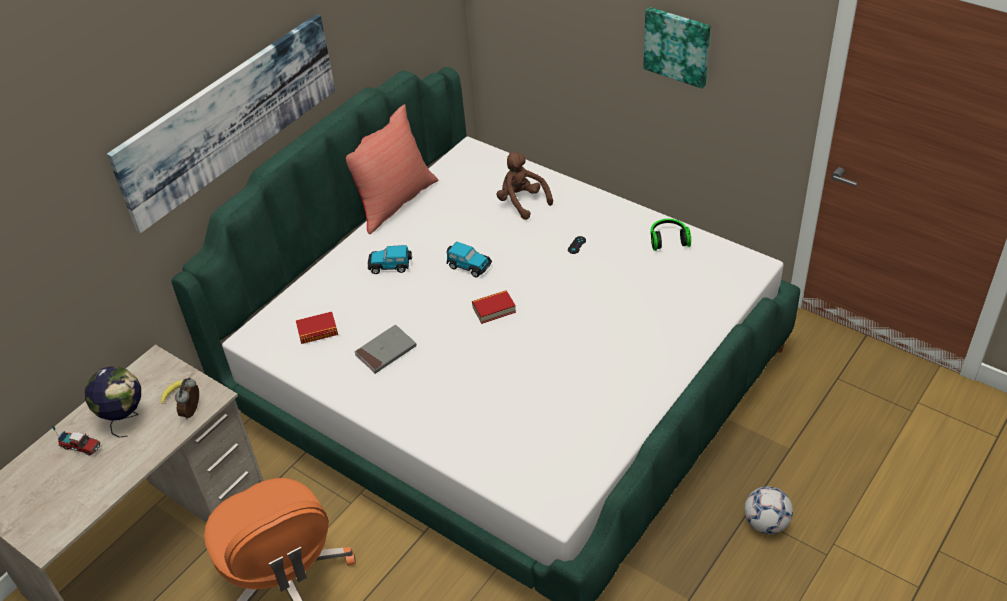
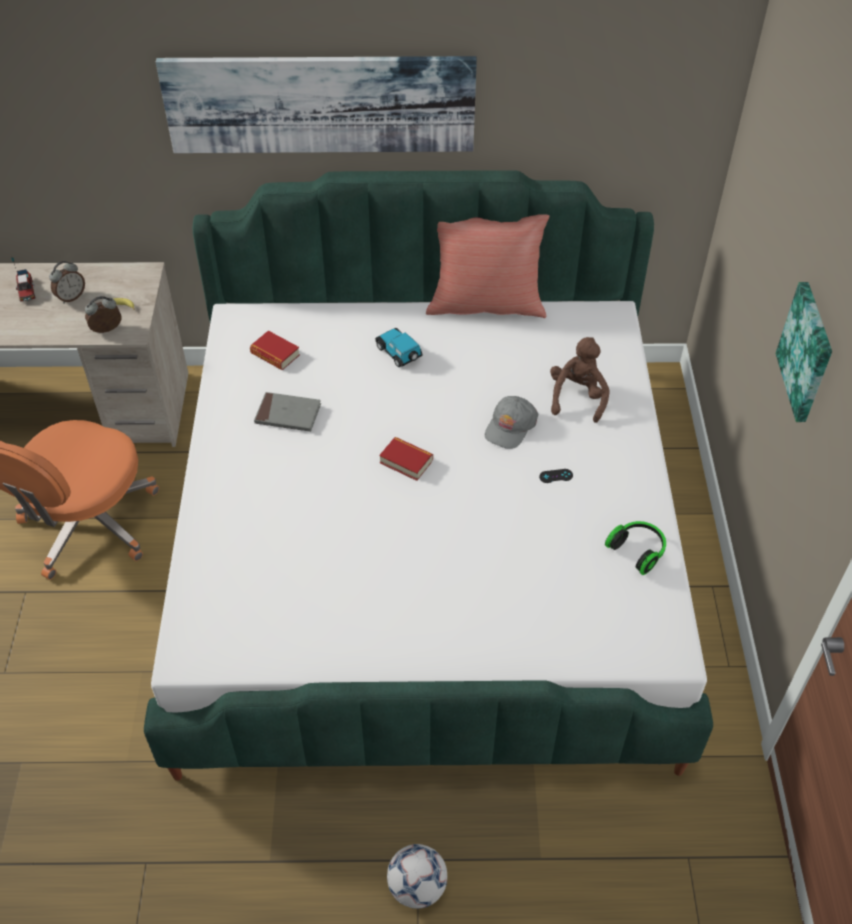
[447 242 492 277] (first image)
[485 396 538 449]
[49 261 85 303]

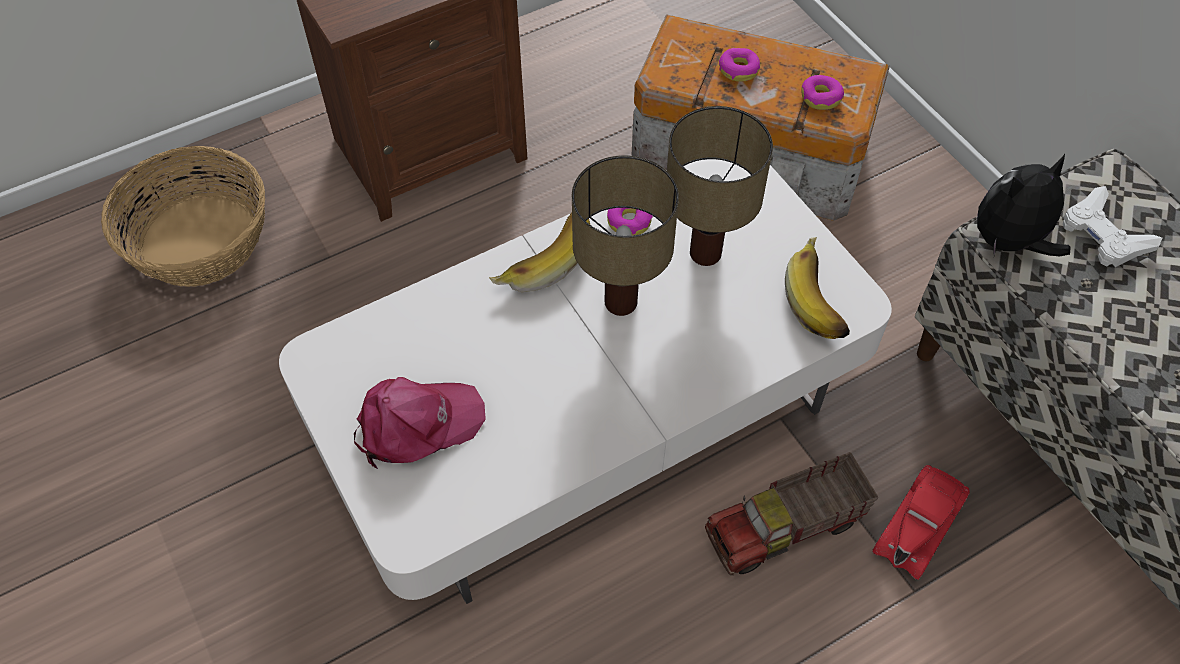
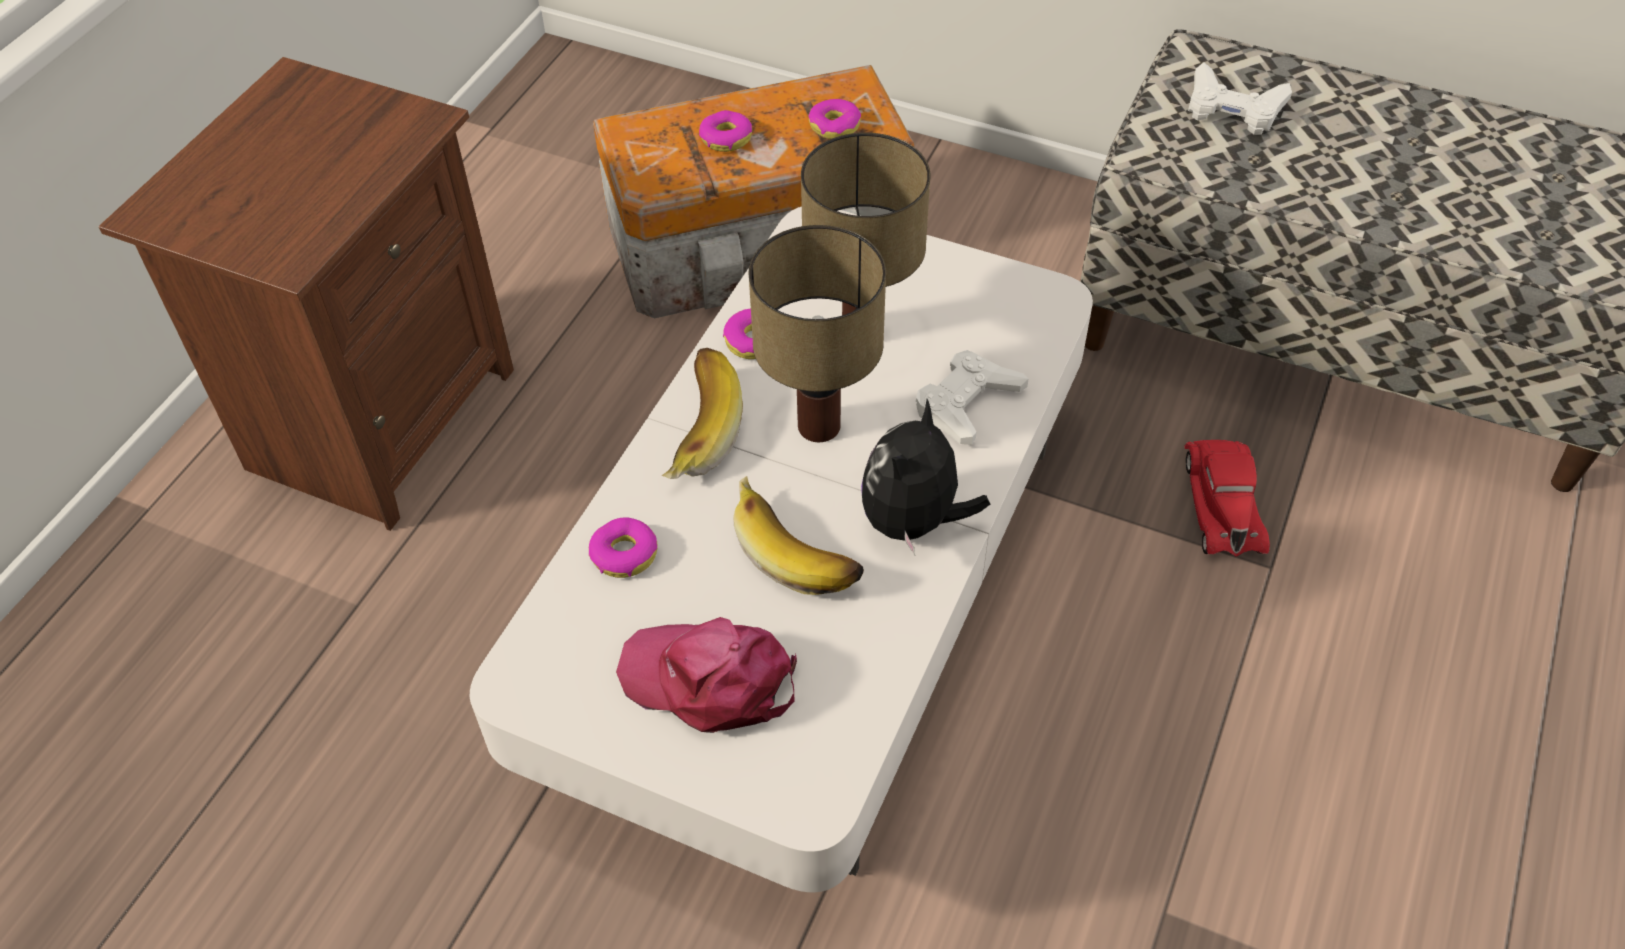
[101 146 265 287] (first image)
[705 452 878 575] (first image)
[589 517 657 578]
[916 350 1028 445]
[733 476 864 595]
[861 399 990 555]
[616 617 797 733]

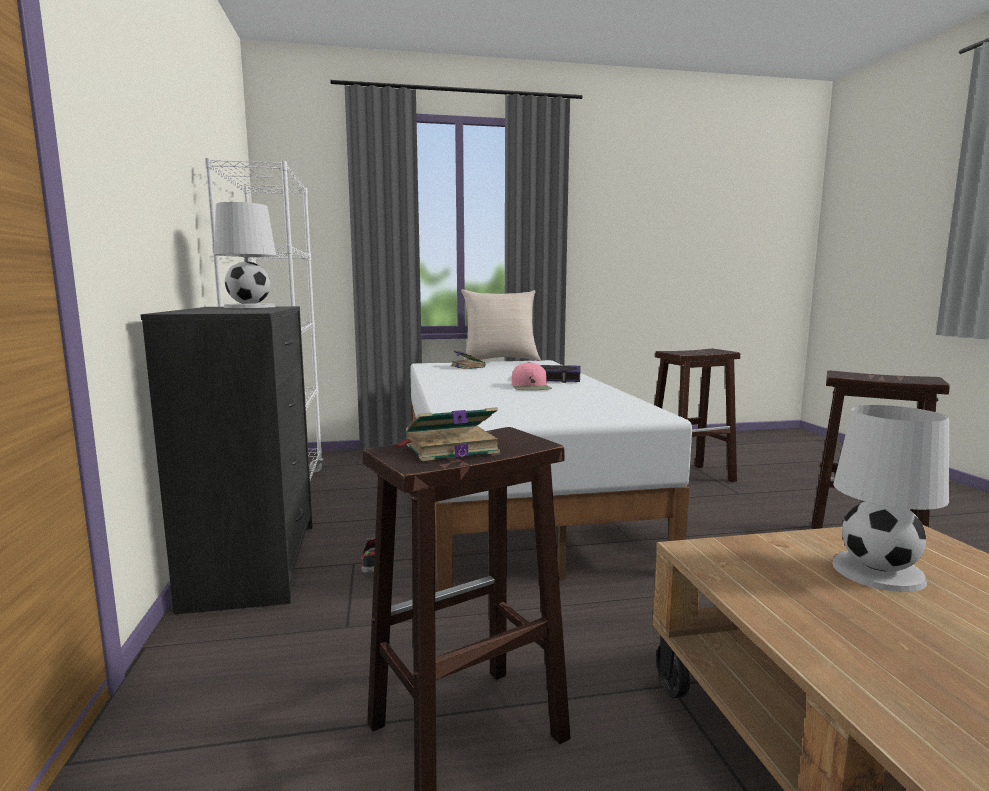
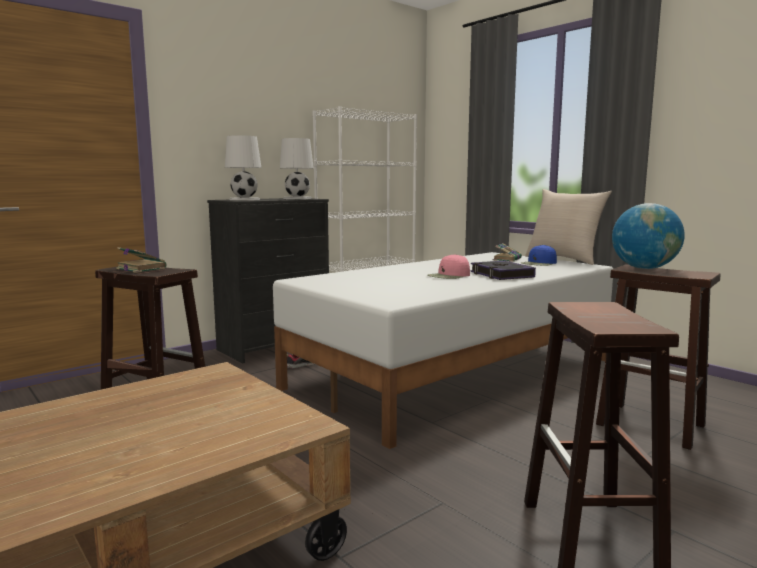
[521 245 557 266]
[612 203 685 269]
[225 135 262 200]

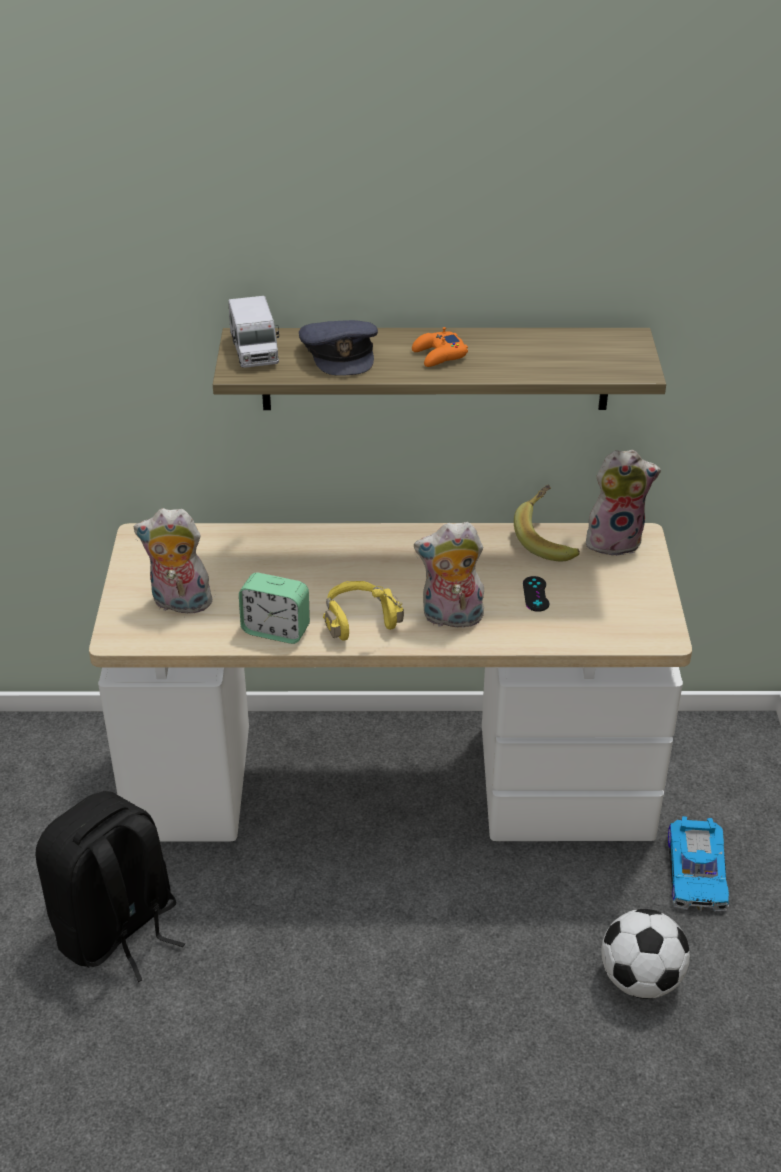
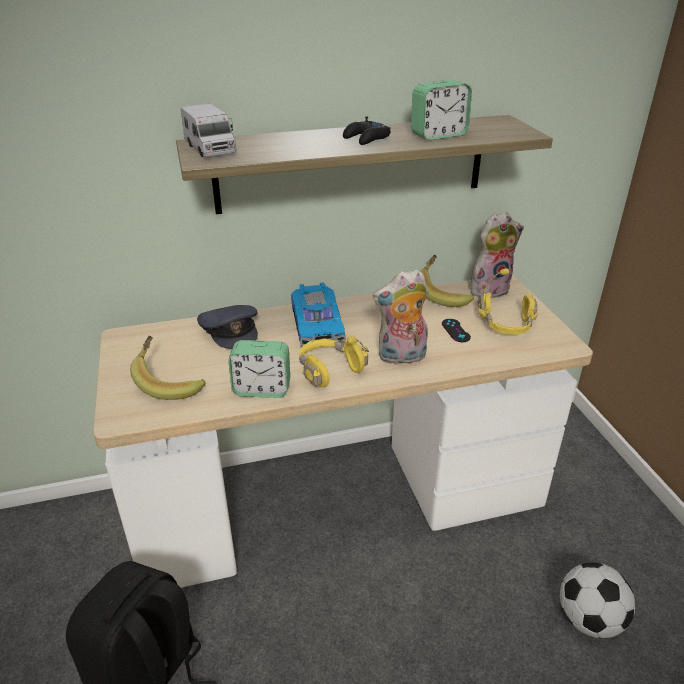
[411 80 472 140]
[478 268 538 334]
[197 305 258 349]
[291 282 346 347]
[130 336 206 400]
[343 116 391 145]

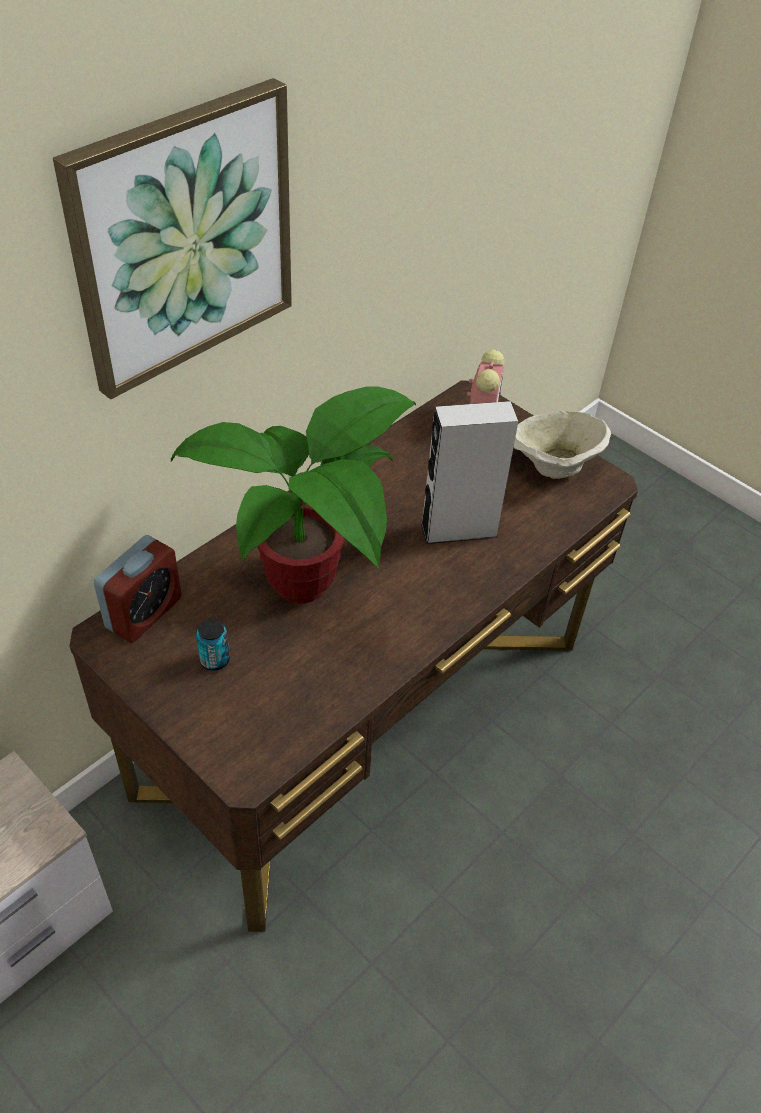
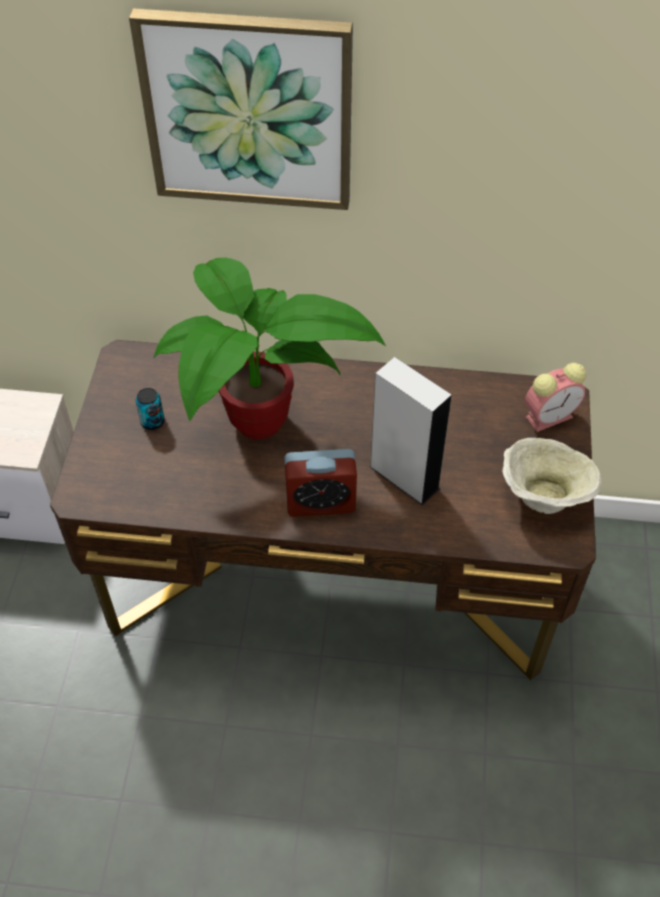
[284 449 357 517]

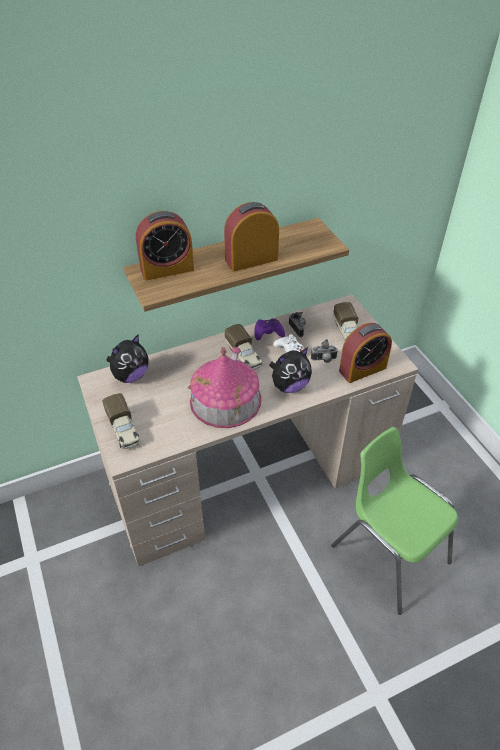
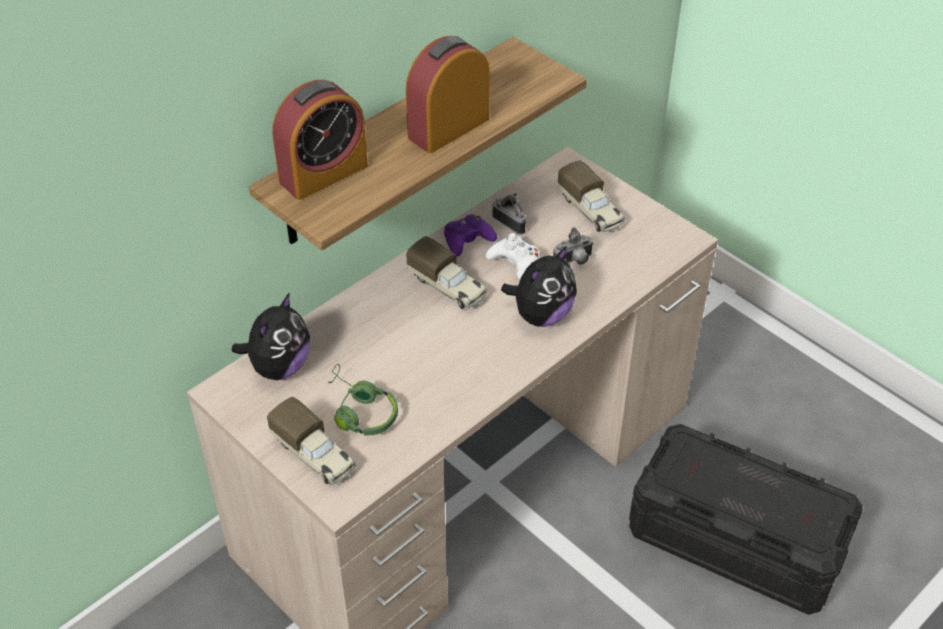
[188 346 261 428] (first image)
[339 323 392 383] (first image)
[327 364 398 436]
[629 424 863 615]

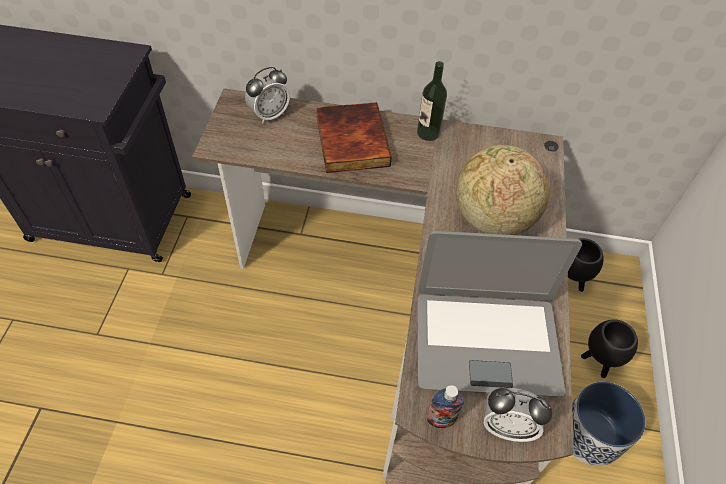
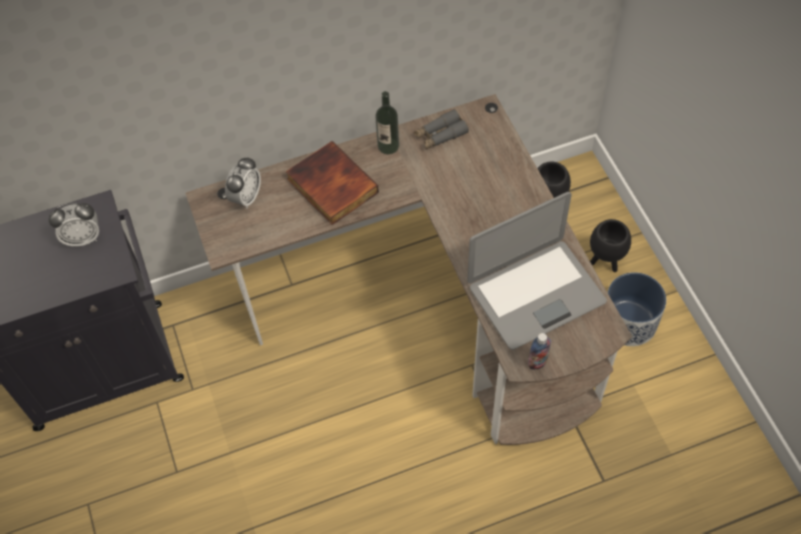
[456 145 550 235] (first image)
[414 109 469 150]
[49 203 99 247]

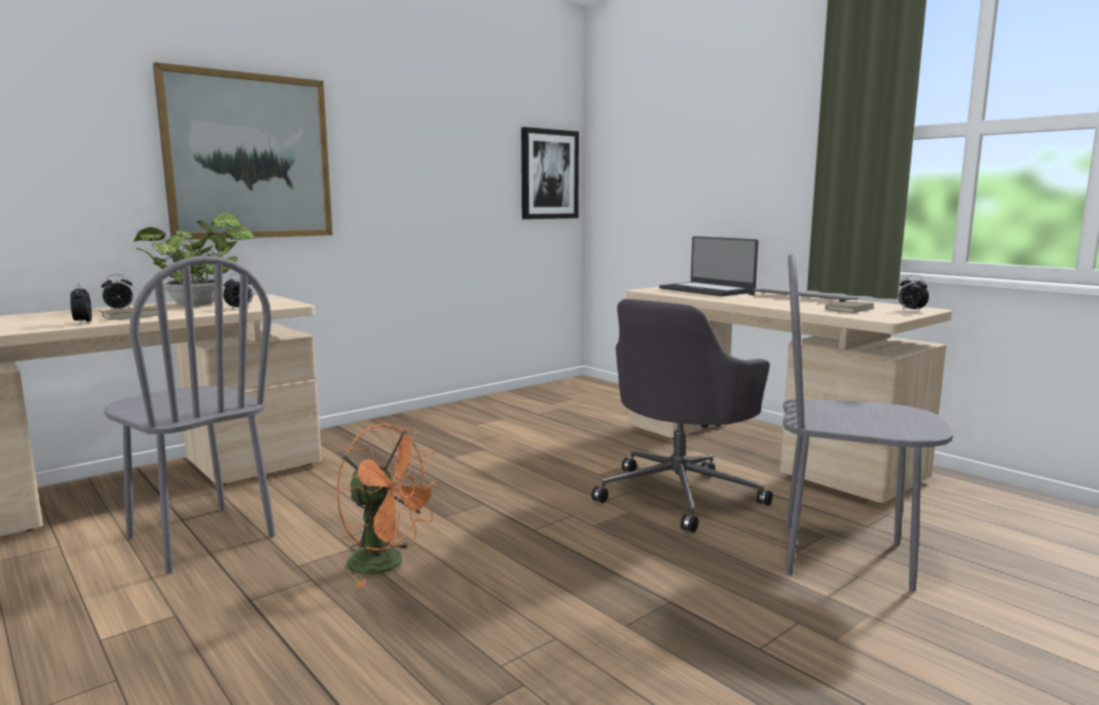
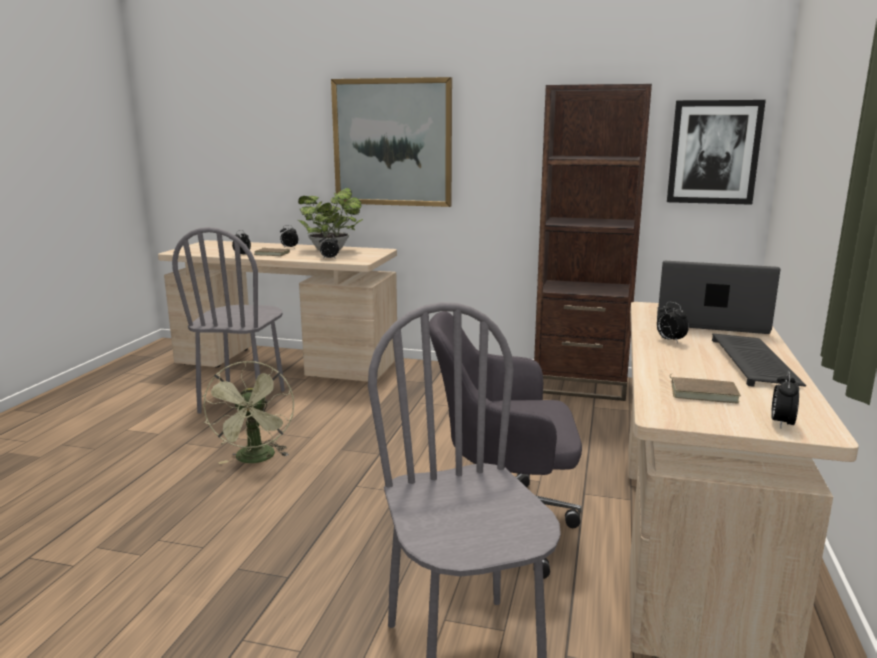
[534 84 652 401]
[657 302 689 343]
[203 361 294 464]
[657 261 781 334]

